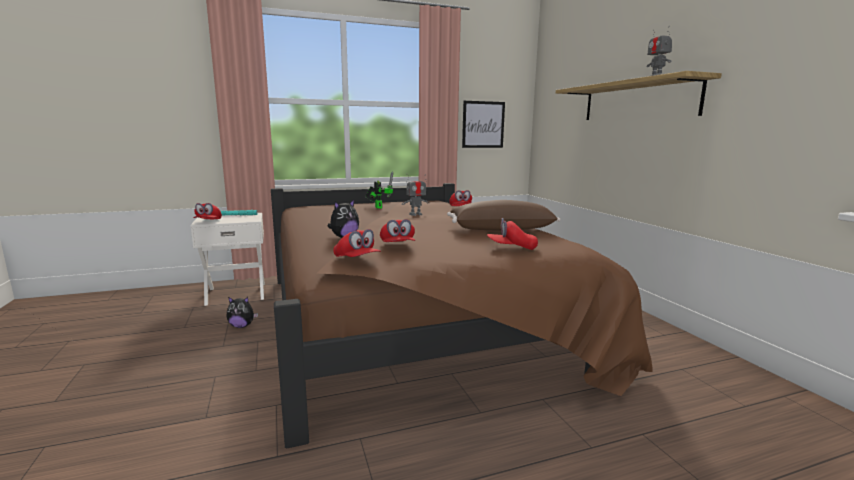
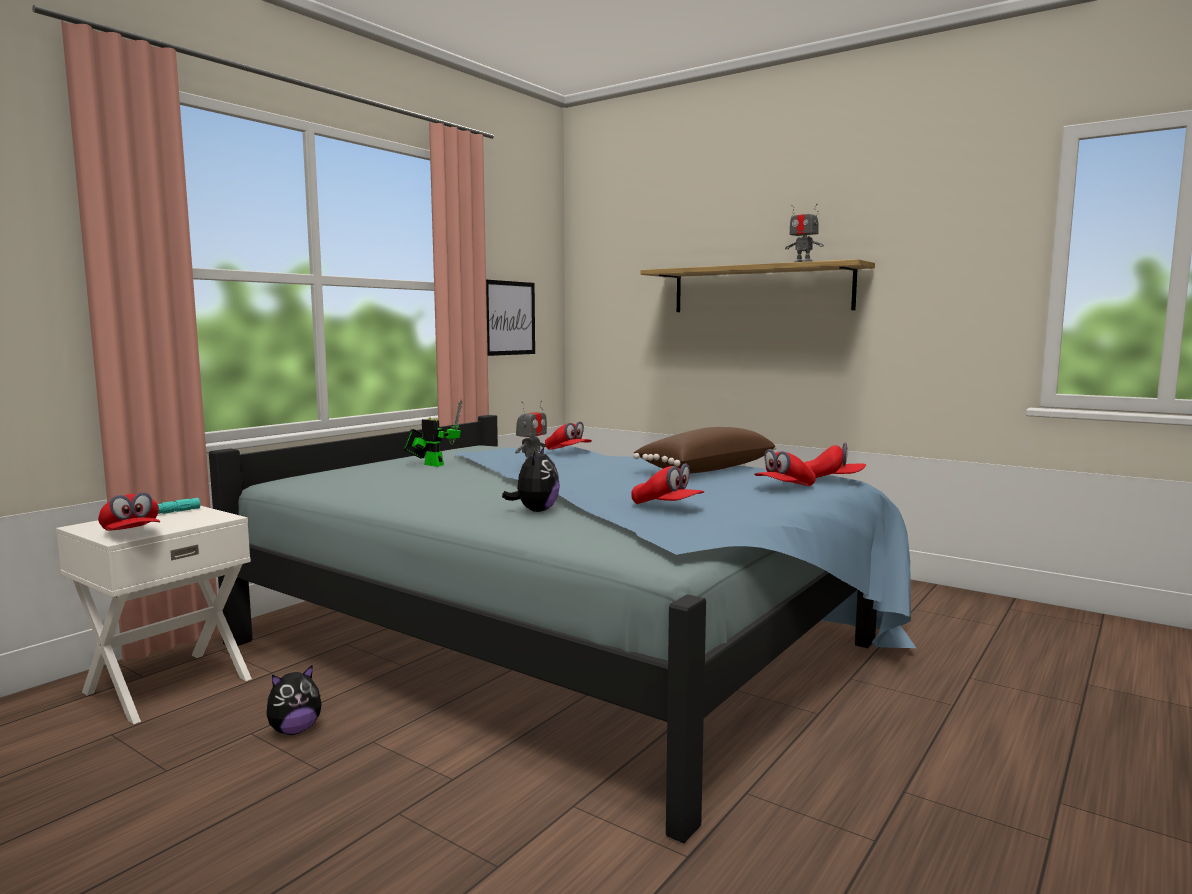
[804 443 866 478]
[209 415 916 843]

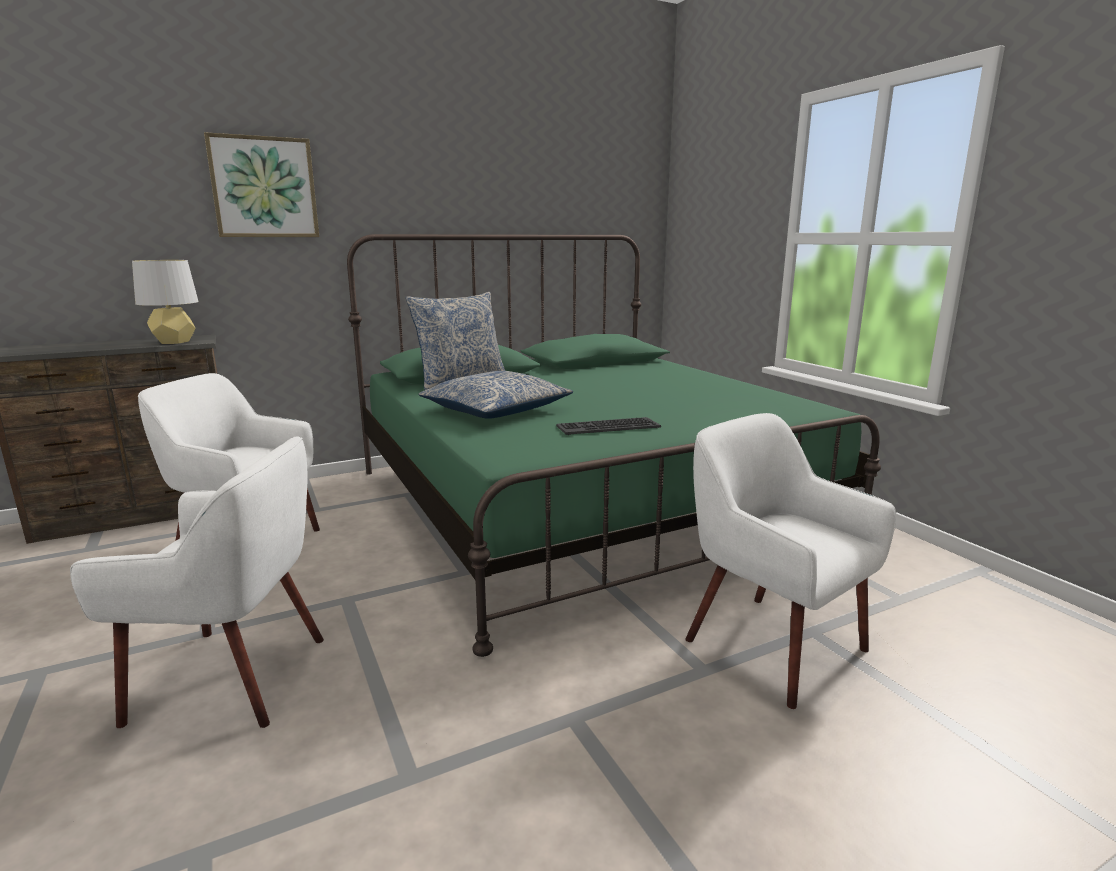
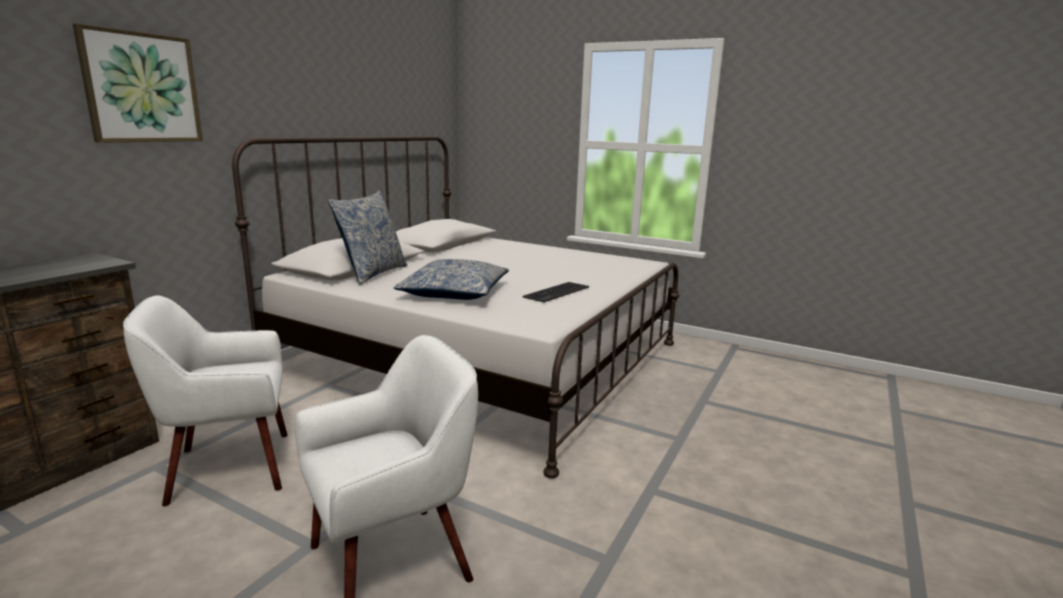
[132 260 199 344] (first image)
[685 413 896 709] (first image)
[232 136 679 478]

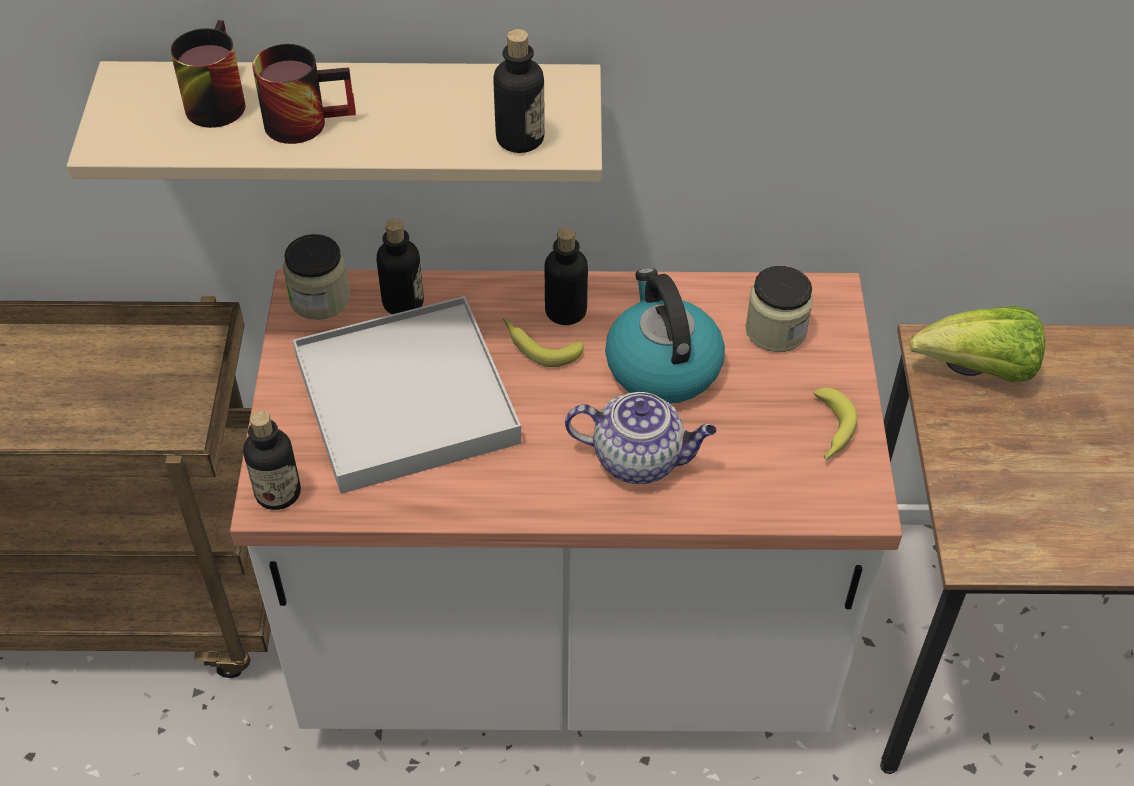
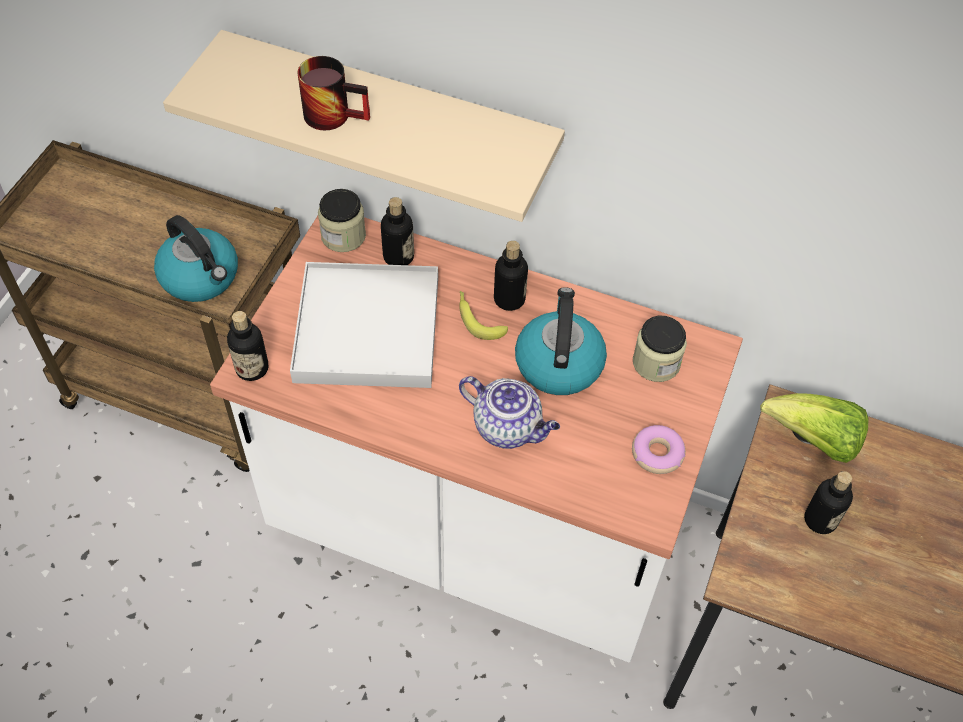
[170 20 246 128] (first image)
[154 215 238 302]
[804 471 853 534]
[632 425 686 474]

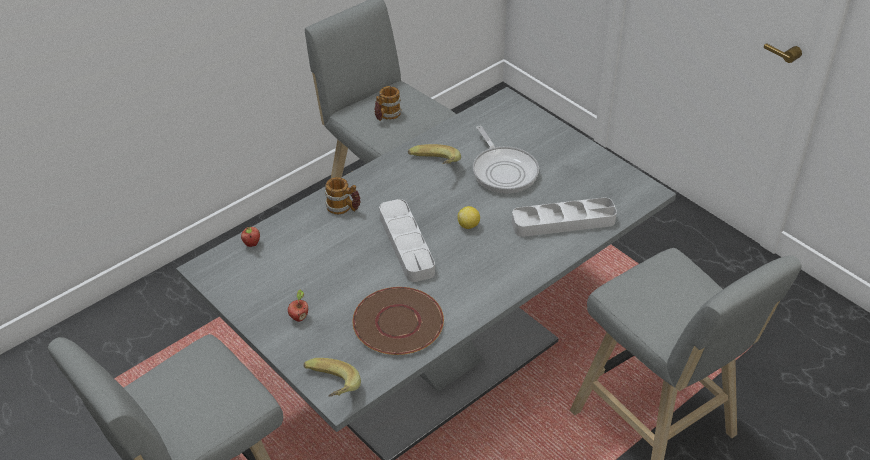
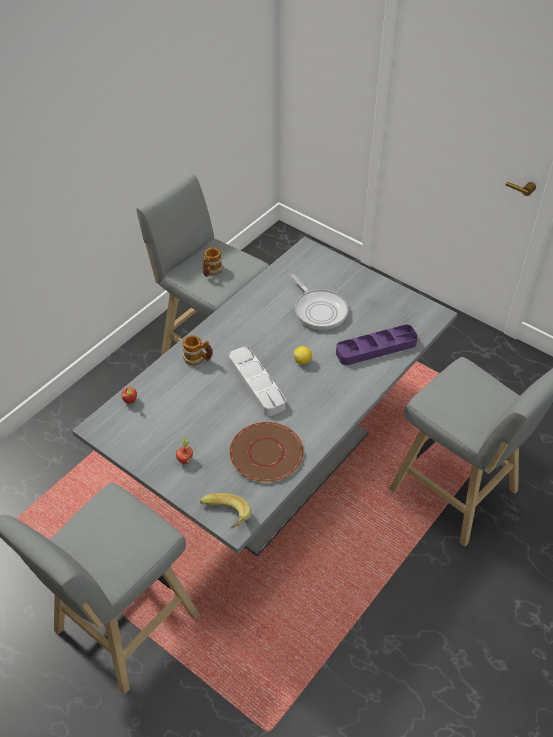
[408 144 461 164] (first image)
[336 324 418 365]

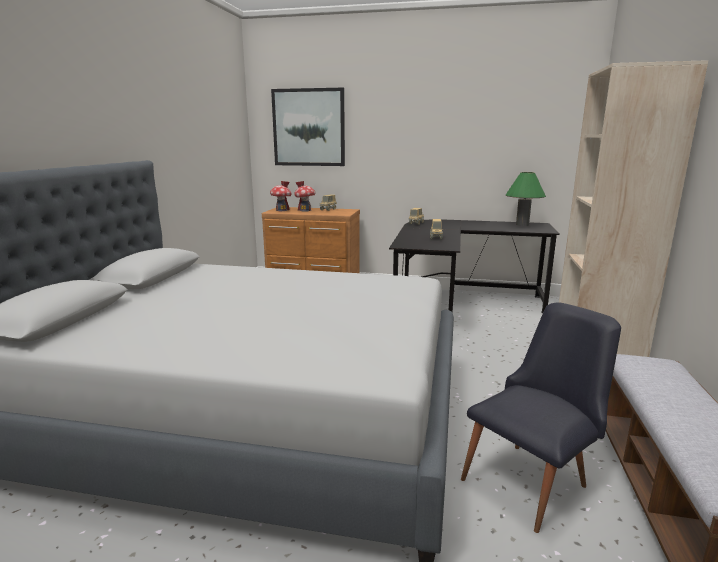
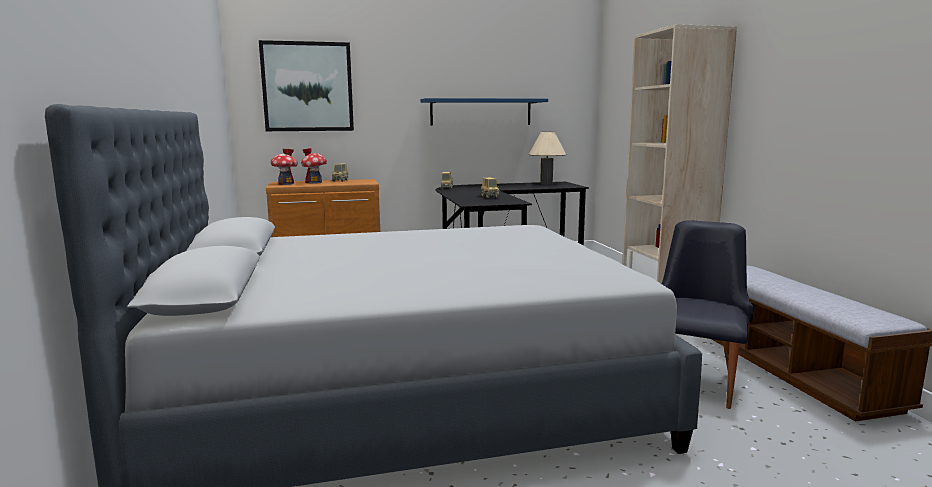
[421 98 548 125]
[528 131 566 185]

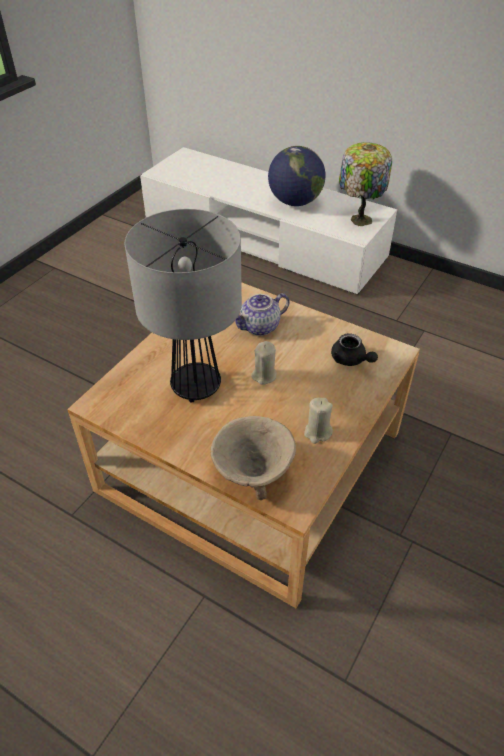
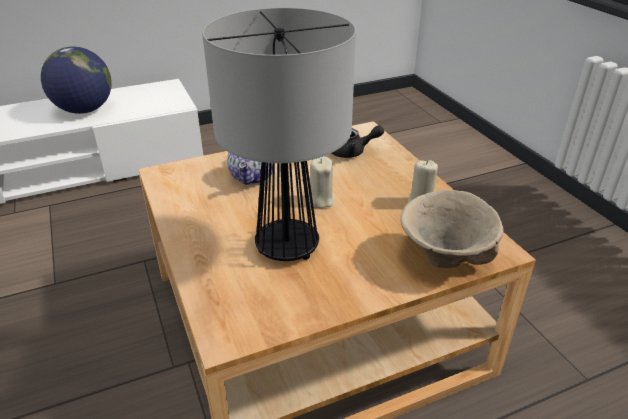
[339 142 392 226] (first image)

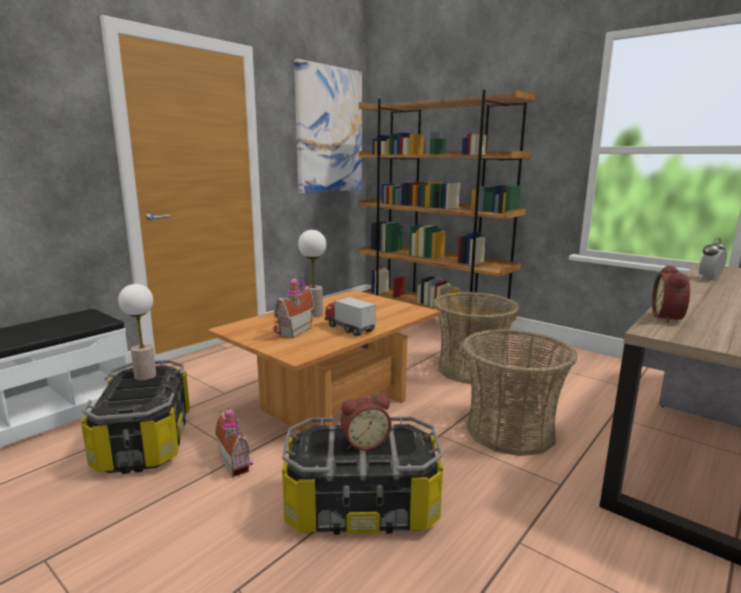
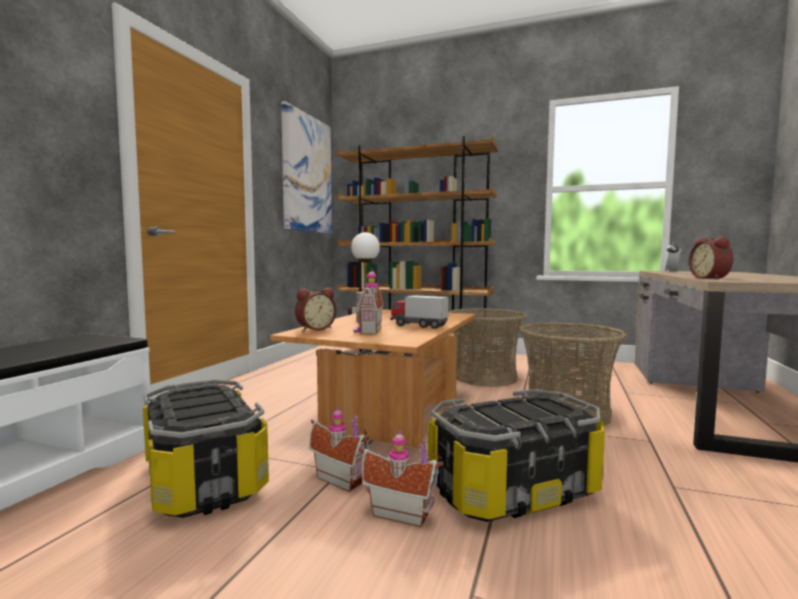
[118 284 156 381] (first image)
[359 429 443 527]
[295 288 337 331]

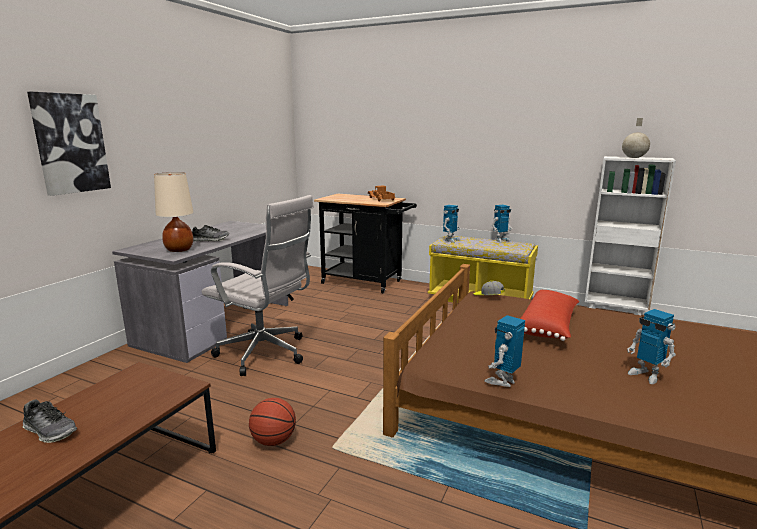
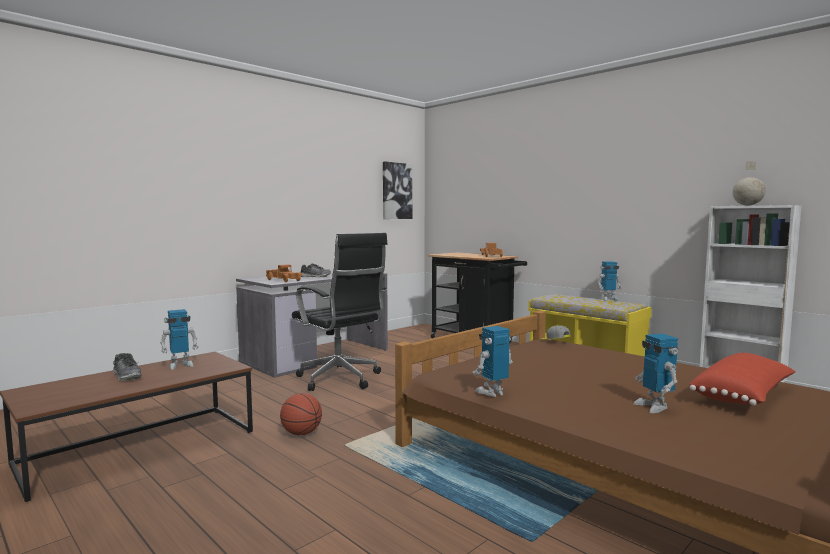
[383 161 412 219]
[160 309 199 370]
[689 353 796 406]
[266 264 302 282]
[292 233 388 391]

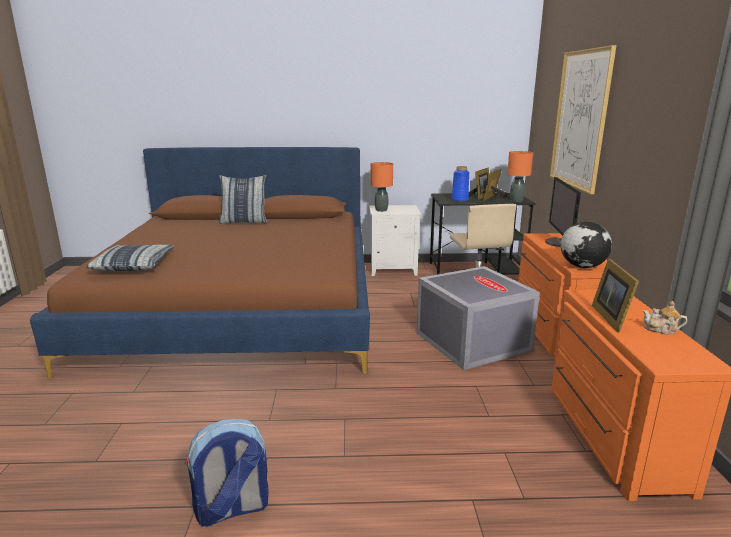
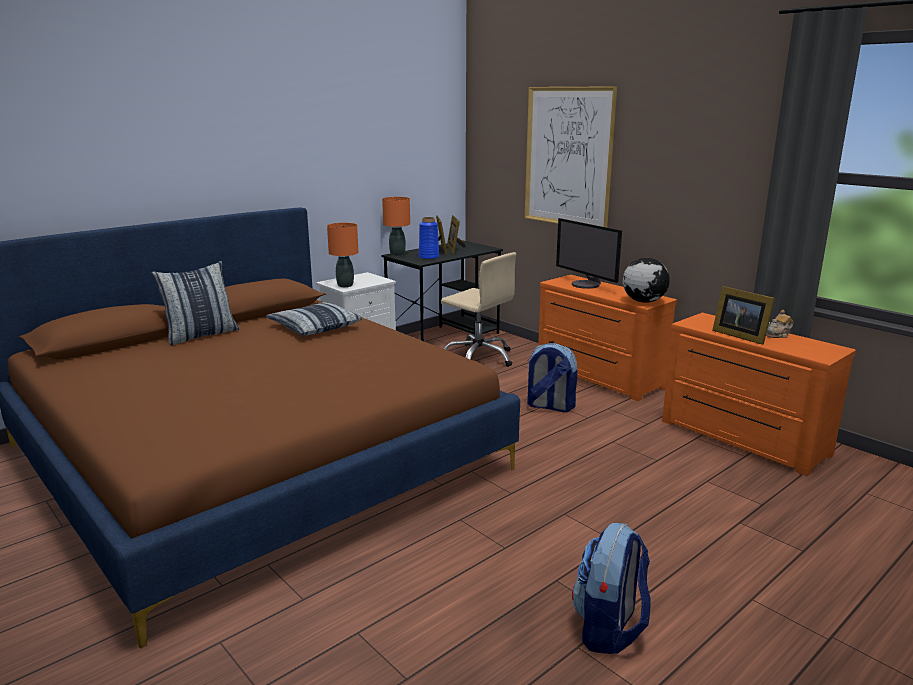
[266 302 362 336]
[382 197 410 256]
[527 343 577 412]

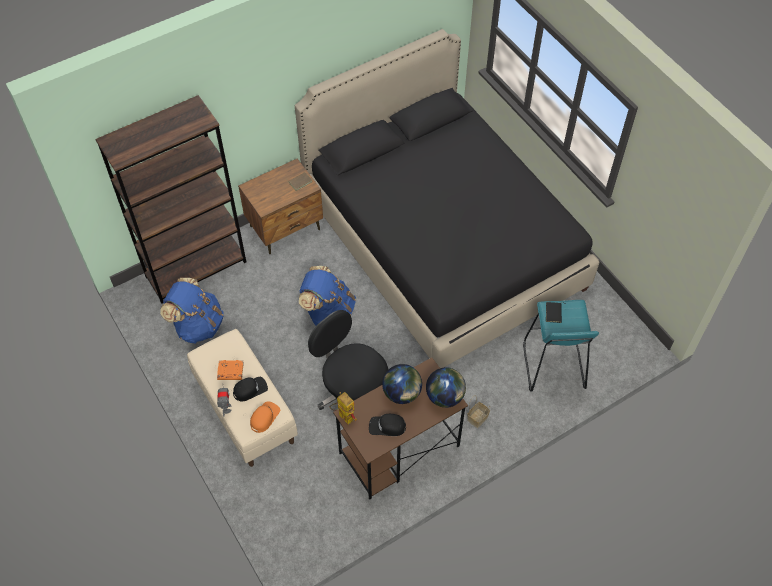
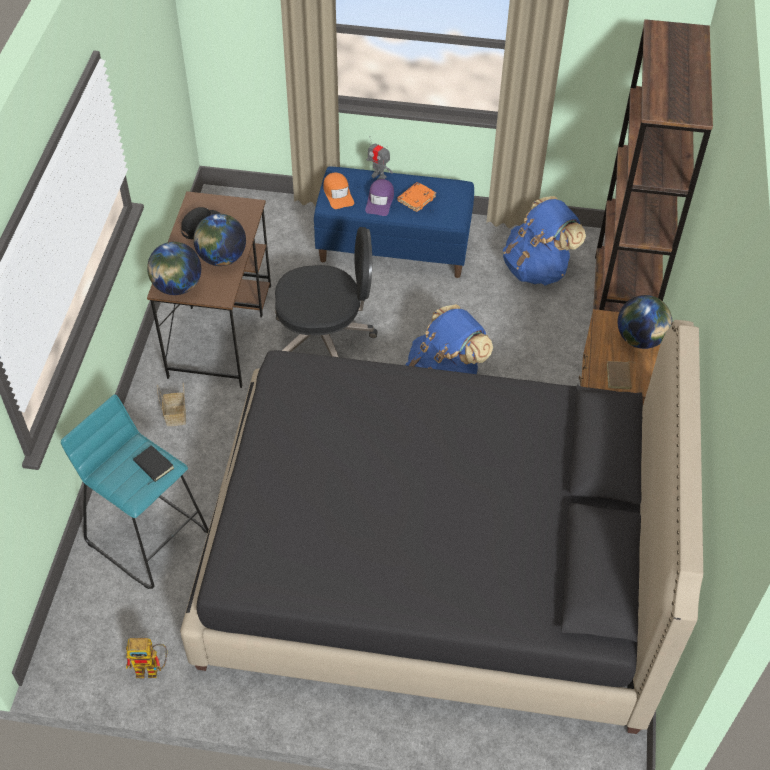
[618 295 672 349]
[126 638 167 678]
[314 166 474 278]
[365 179 394 216]

